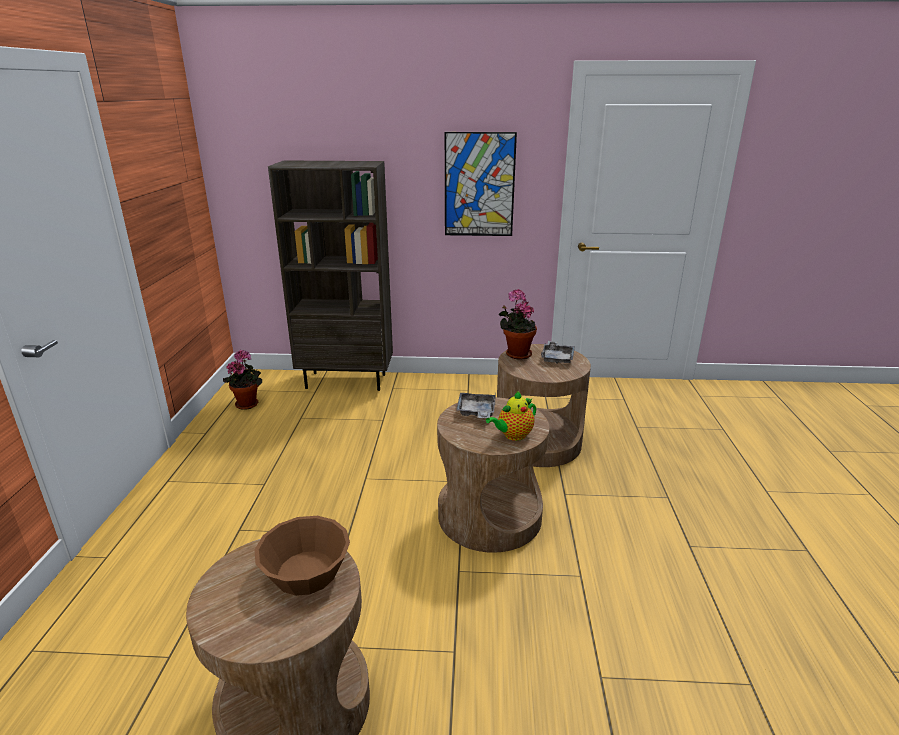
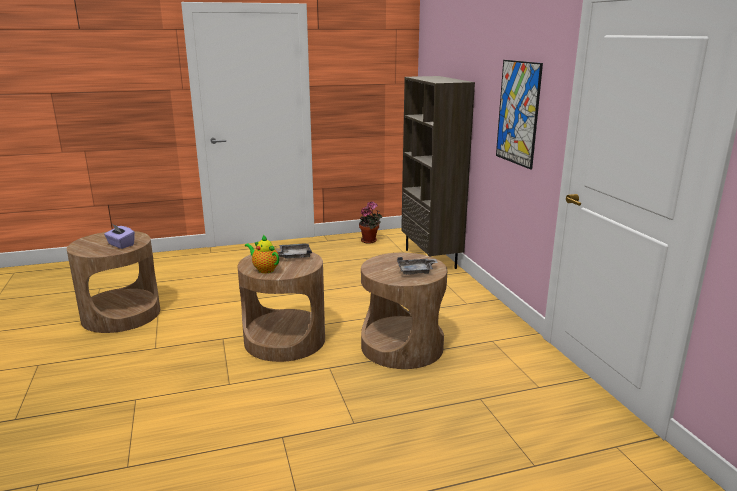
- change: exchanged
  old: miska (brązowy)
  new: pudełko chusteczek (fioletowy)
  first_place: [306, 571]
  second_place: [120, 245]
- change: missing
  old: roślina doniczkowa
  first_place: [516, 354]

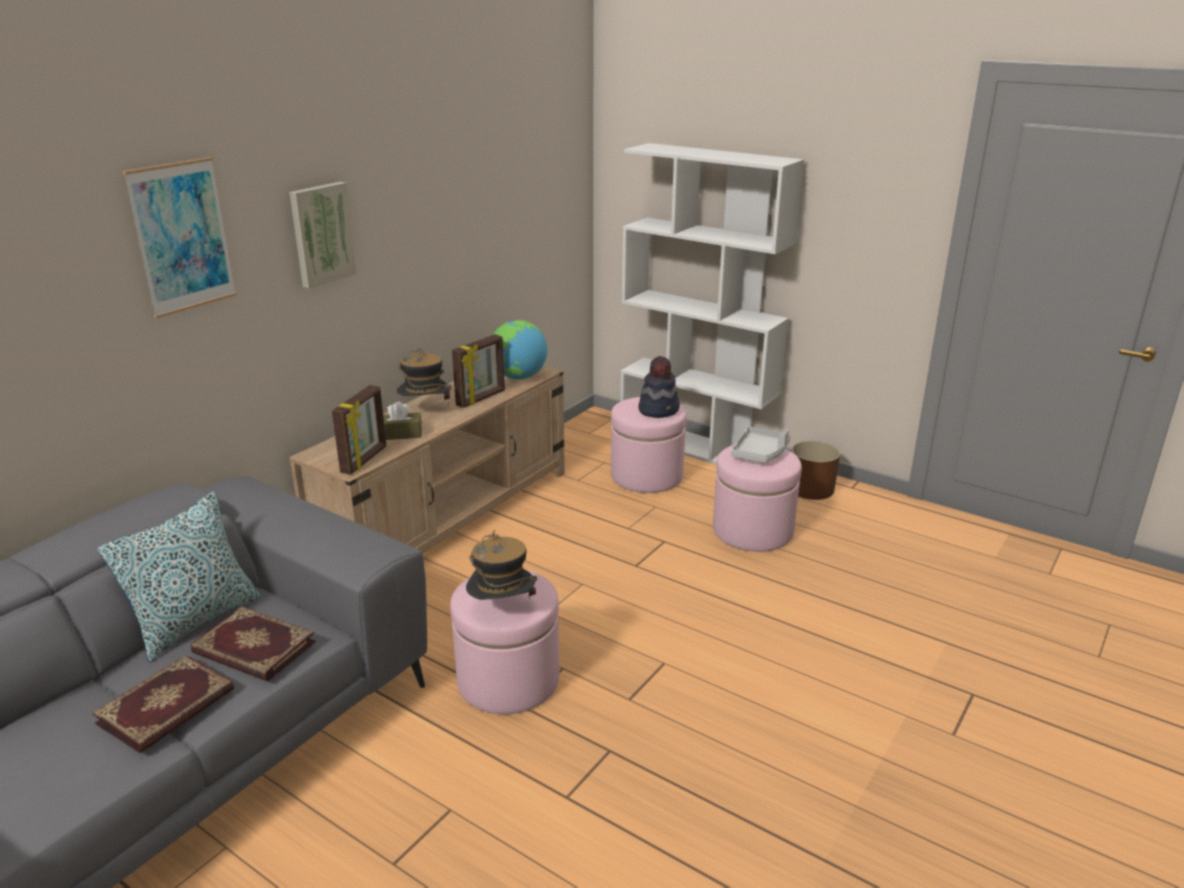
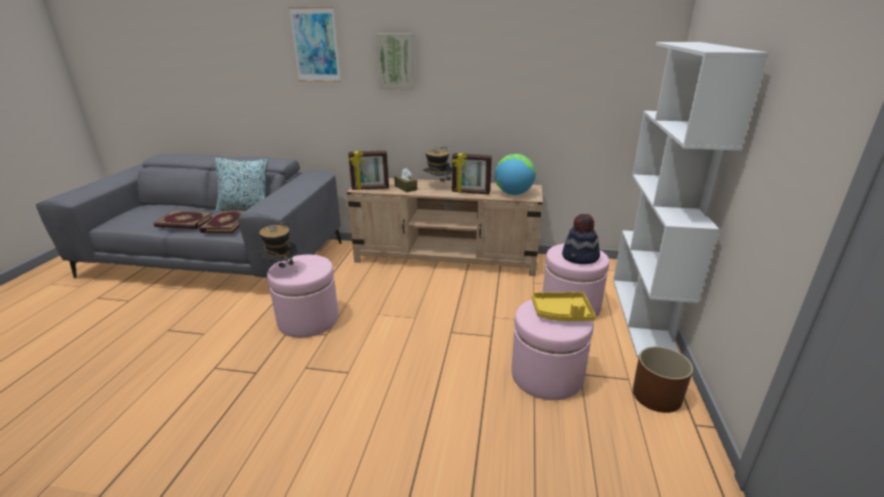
- change: colour
  old: taca (szary)
  new: taca (żółty)
  first_place: [760, 453]
  second_place: [562, 313]

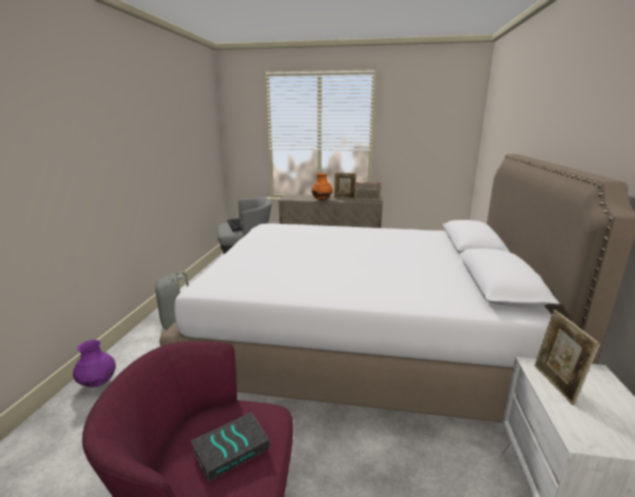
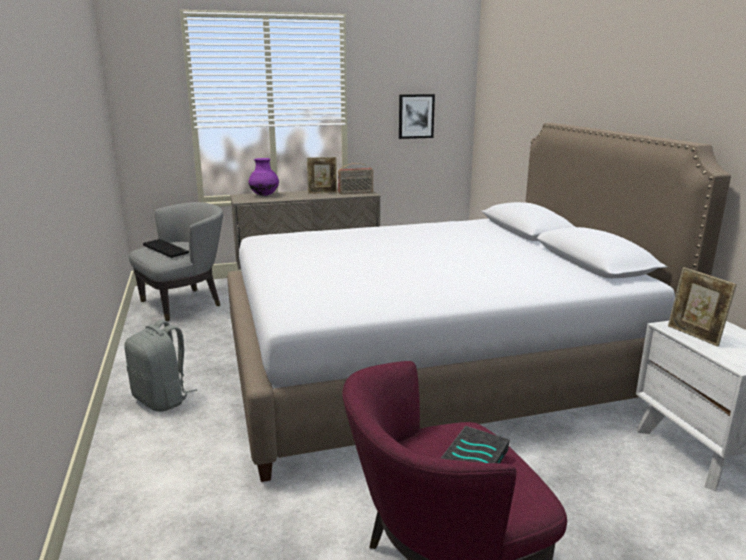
- change: relocated
  old: wazon (fioletowy)
  first_place: [98, 383]
  second_place: [264, 195]
- change: missing
  old: wazon (pomarańczowy)
  first_place: [321, 199]
- change: appeared
  new: obraz
  second_place: [416, 116]

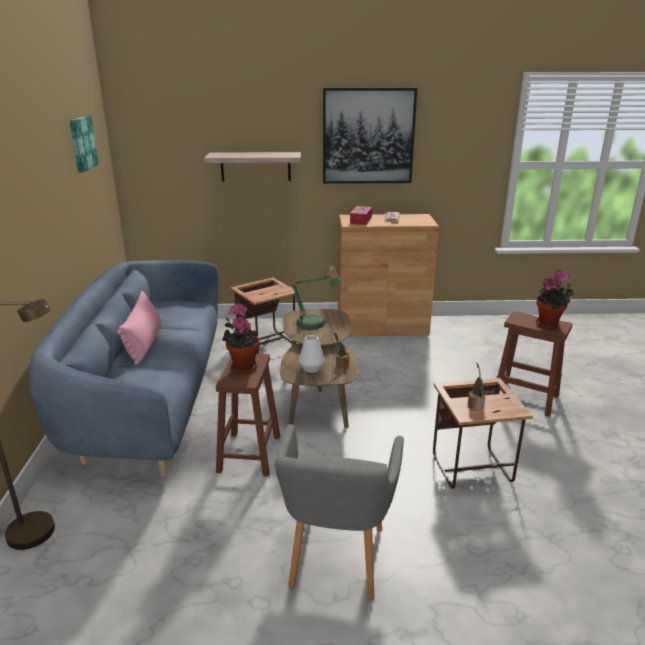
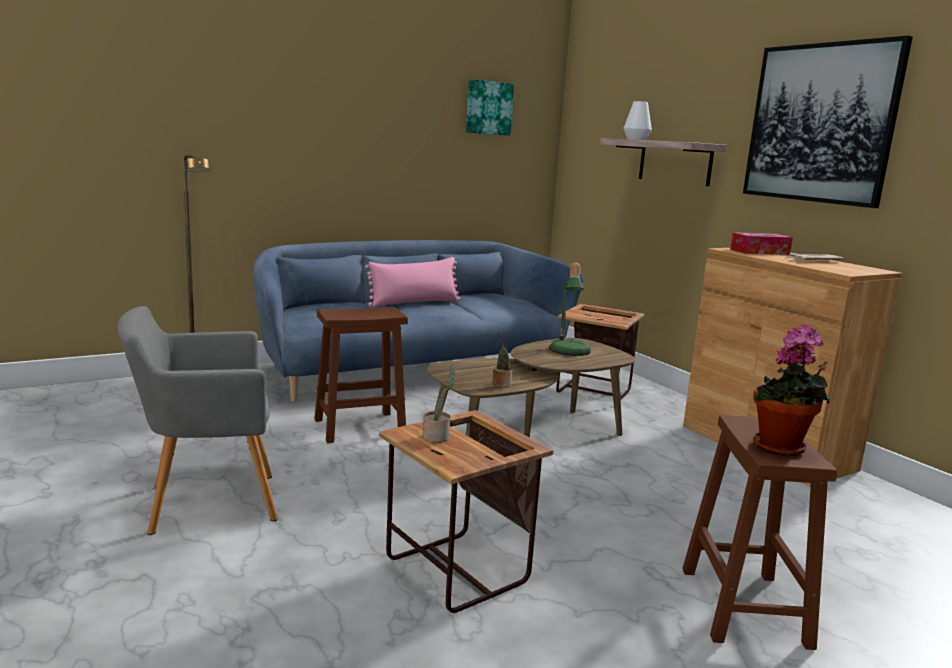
- change: missing
  old: roślina doniczkowa
  first_place: [242, 366]
- change: relocated
  old: wazon (biały)
  first_place: [312, 368]
  second_place: [636, 139]

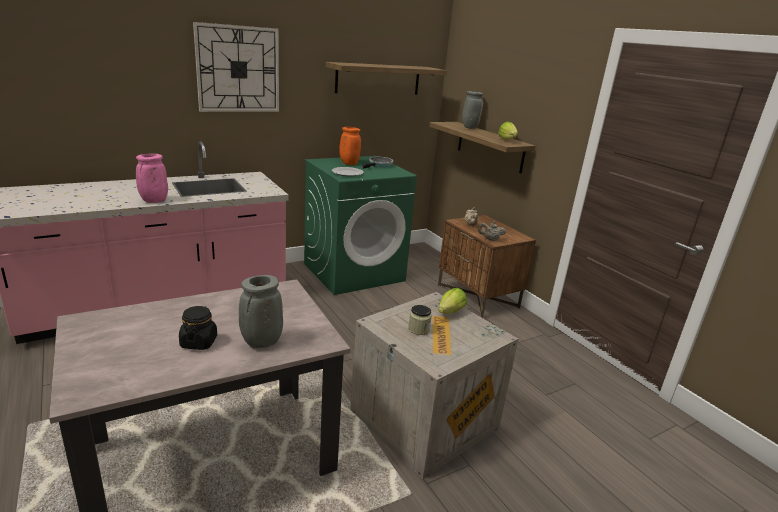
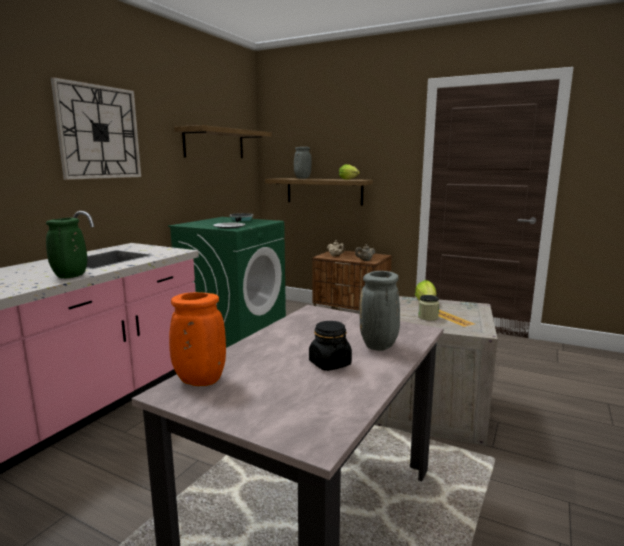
- change: colour
  old: wazon (różowy)
  new: wazon (zielony)
  first_place: [153, 201]
  second_place: [70, 276]
- change: relocated
  old: wazon (pomarańczowy)
  first_place: [348, 163]
  second_place: [198, 381]

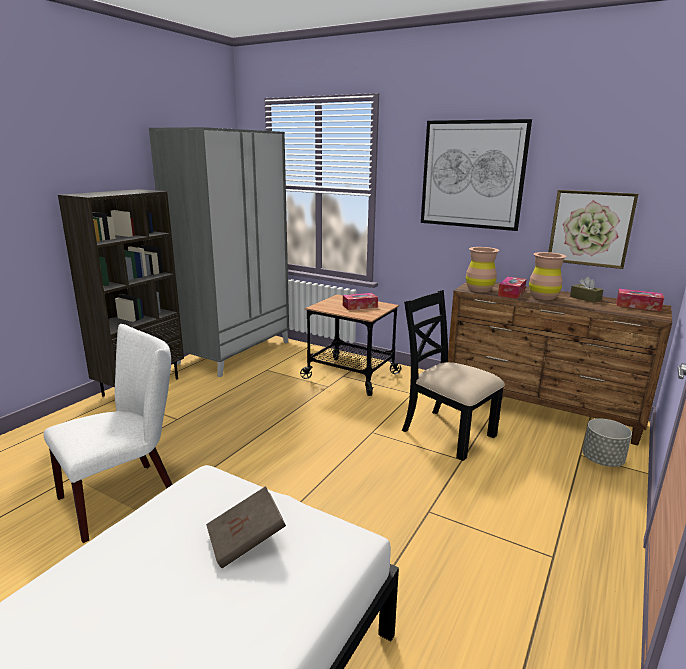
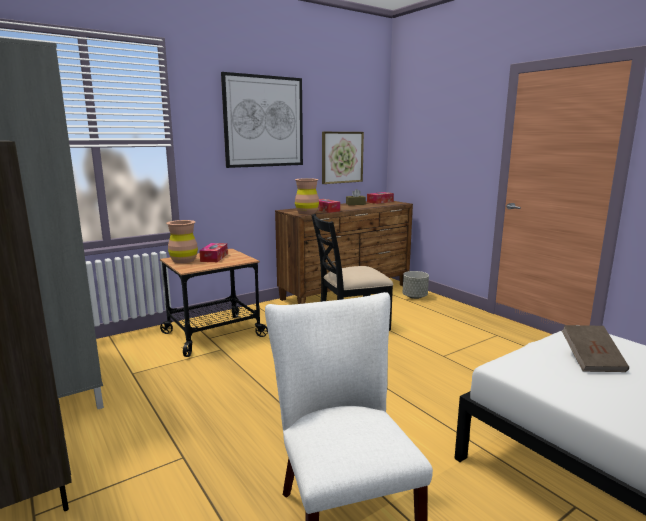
- change: relocated
  old: wazon (brązowy)
  first_place: [543, 297]
  second_place: [184, 260]

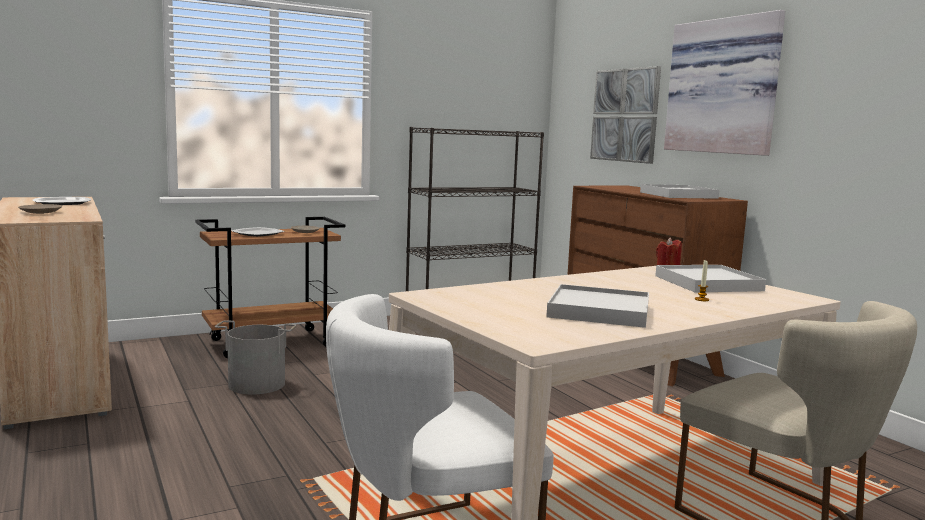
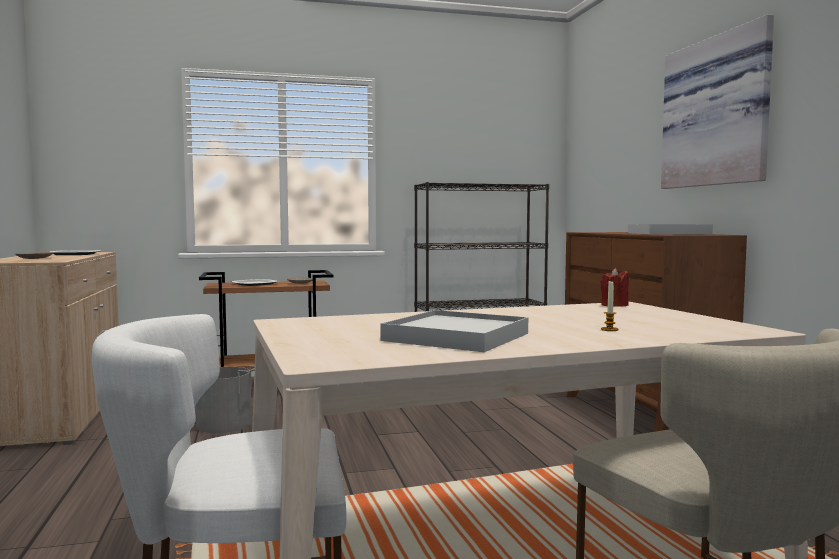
- change: missing
  old: obraz
  first_place: [625, 115]
- change: missing
  old: taca (biały)
  first_place: [707, 283]

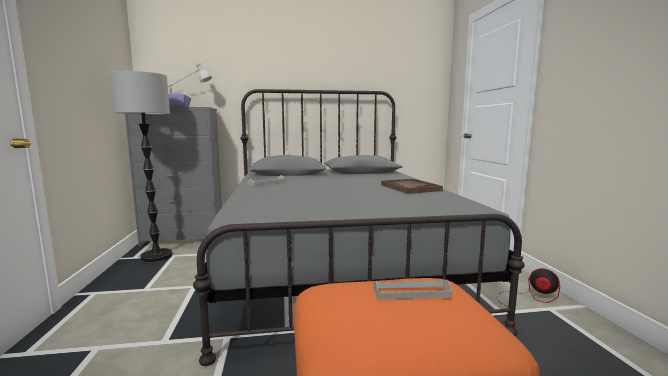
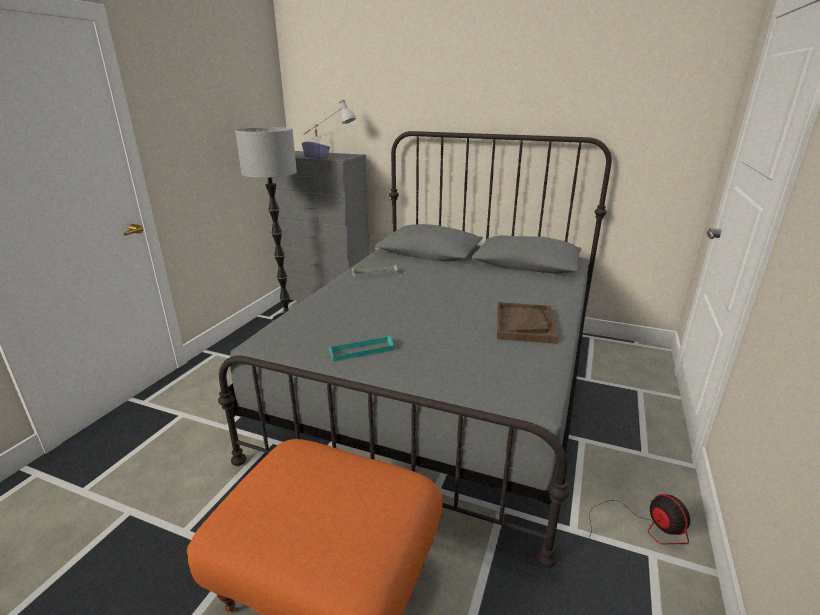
- change: missing
  old: taca (szary)
  first_place: [411, 292]
- change: appeared
  new: taca (turkusowy)
  second_place: [361, 351]

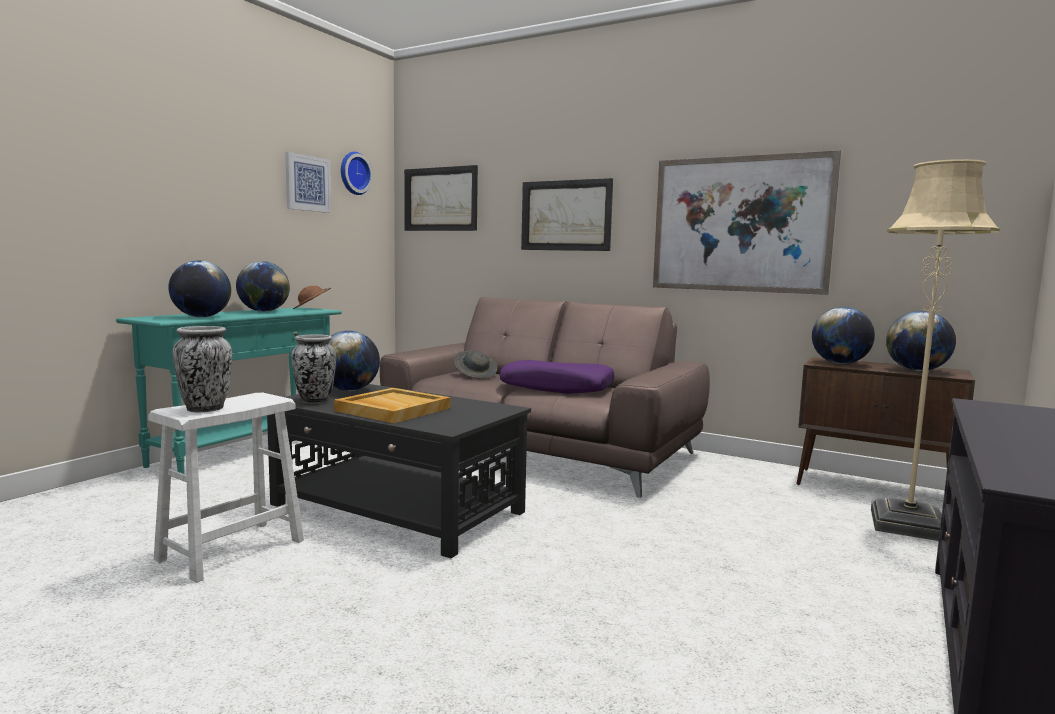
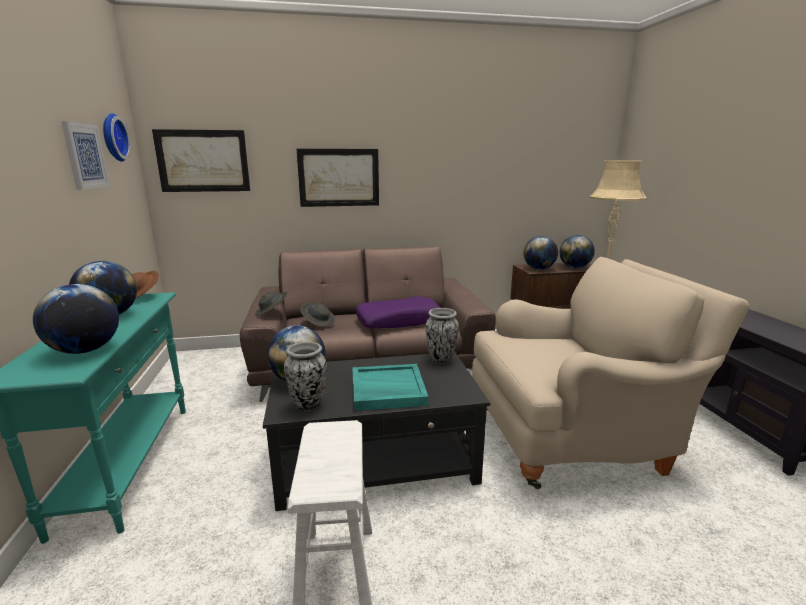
- change: relocated
  old: wazon
  first_place: [205, 409]
  second_place: [440, 360]
- change: colour
  old: taca (beżowy)
  new: taca (turkusowy)
  first_place: [392, 409]
  second_place: [387, 390]
- change: missing
  old: obraz
  first_place: [740, 224]
- change: appeared
  new: kapelusz (szary)
  second_place: [272, 312]
- change: appeared
  new: fotel (beżowy)
  second_place: [574, 437]

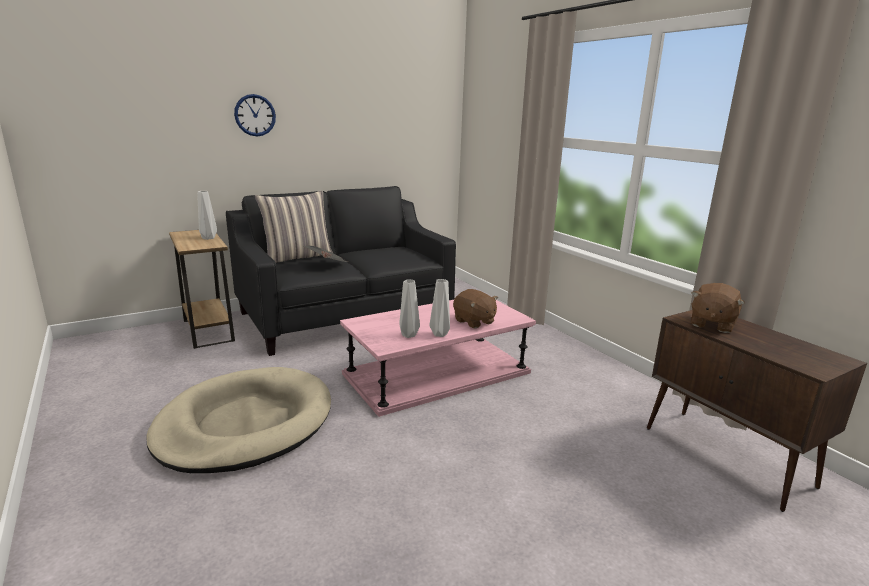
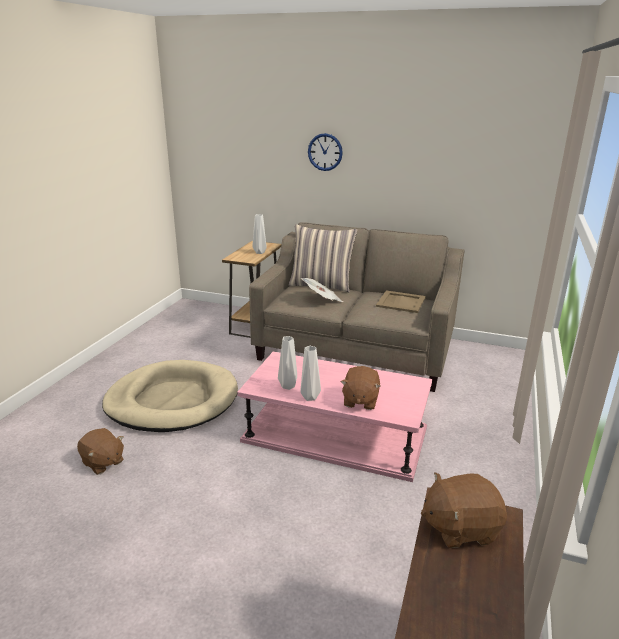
- change: colour
  old: kanapa (czarny)
  new: kanapa (beżowy)
  first_place: [345, 316]
  second_place: [356, 350]
- change: appeared
  new: pluszak (brązowy)
  second_place: [102, 462]
- change: appeared
  new: taca (beżowy)
  second_place: [400, 302]

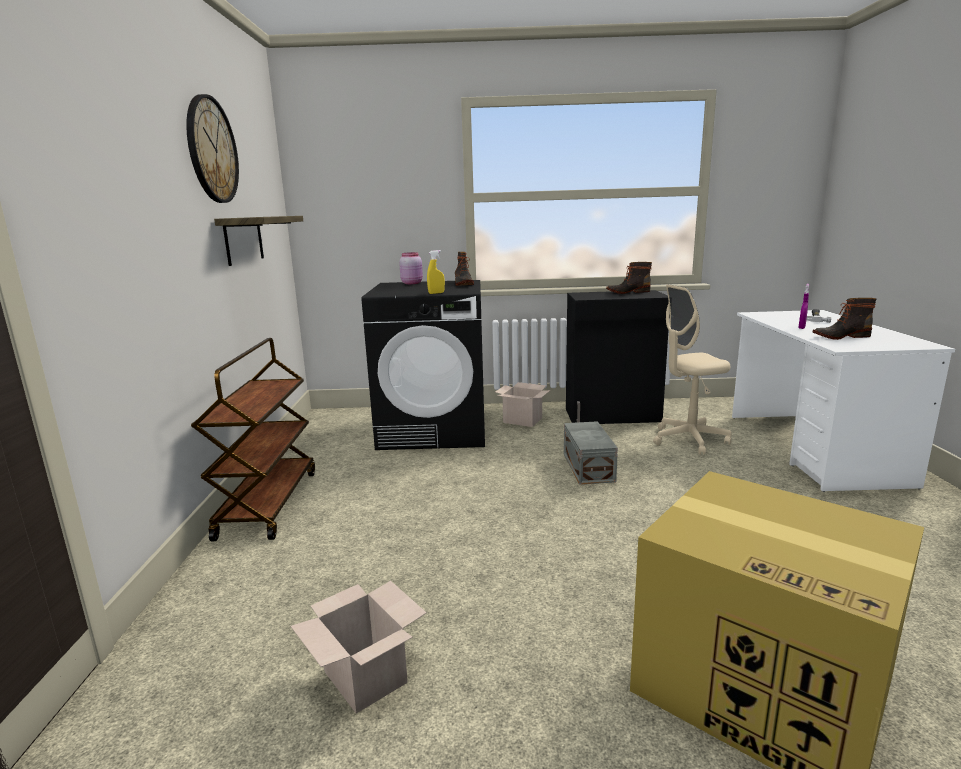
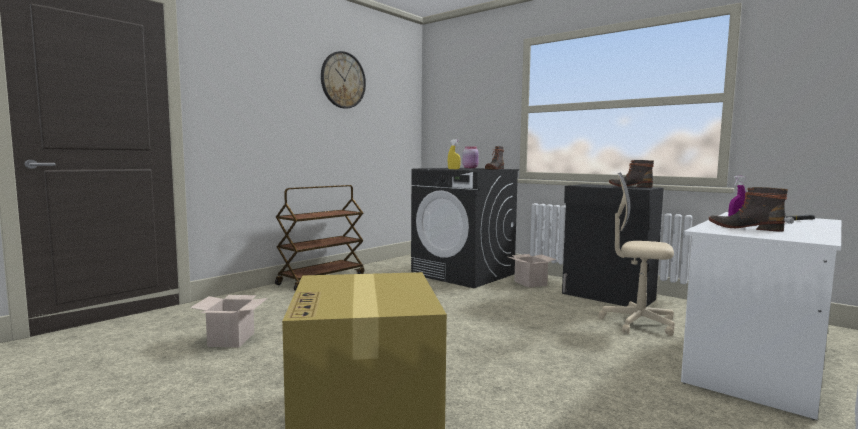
- change: missing
  old: półka
  first_place: [243, 240]
- change: missing
  old: pojemnik do przechowywania (szary)
  first_place: [589, 467]

